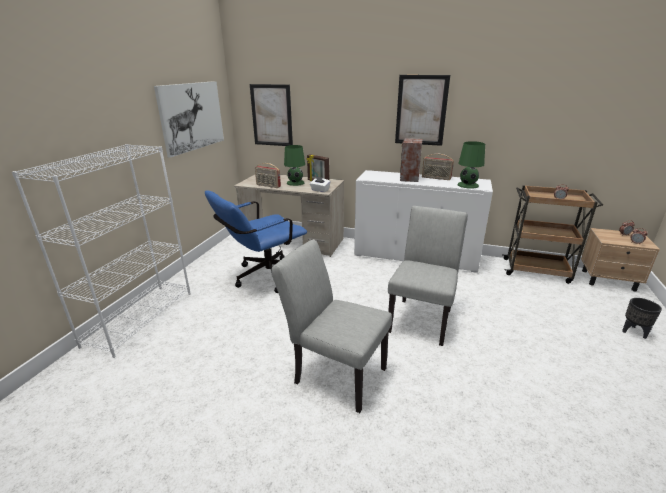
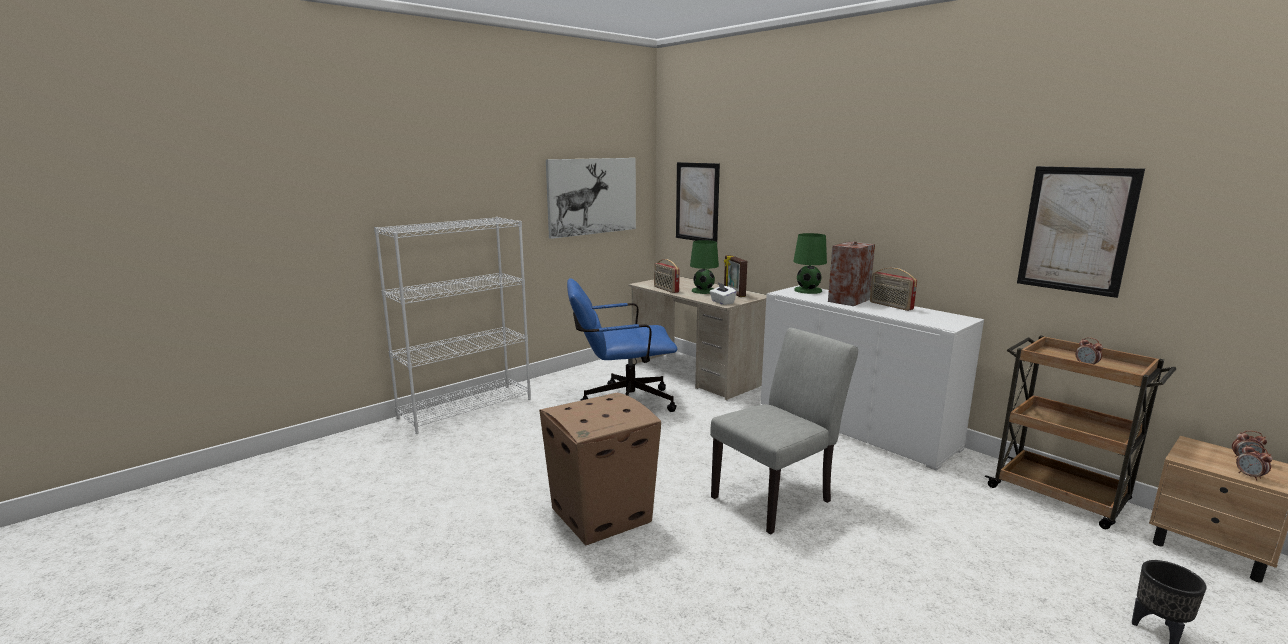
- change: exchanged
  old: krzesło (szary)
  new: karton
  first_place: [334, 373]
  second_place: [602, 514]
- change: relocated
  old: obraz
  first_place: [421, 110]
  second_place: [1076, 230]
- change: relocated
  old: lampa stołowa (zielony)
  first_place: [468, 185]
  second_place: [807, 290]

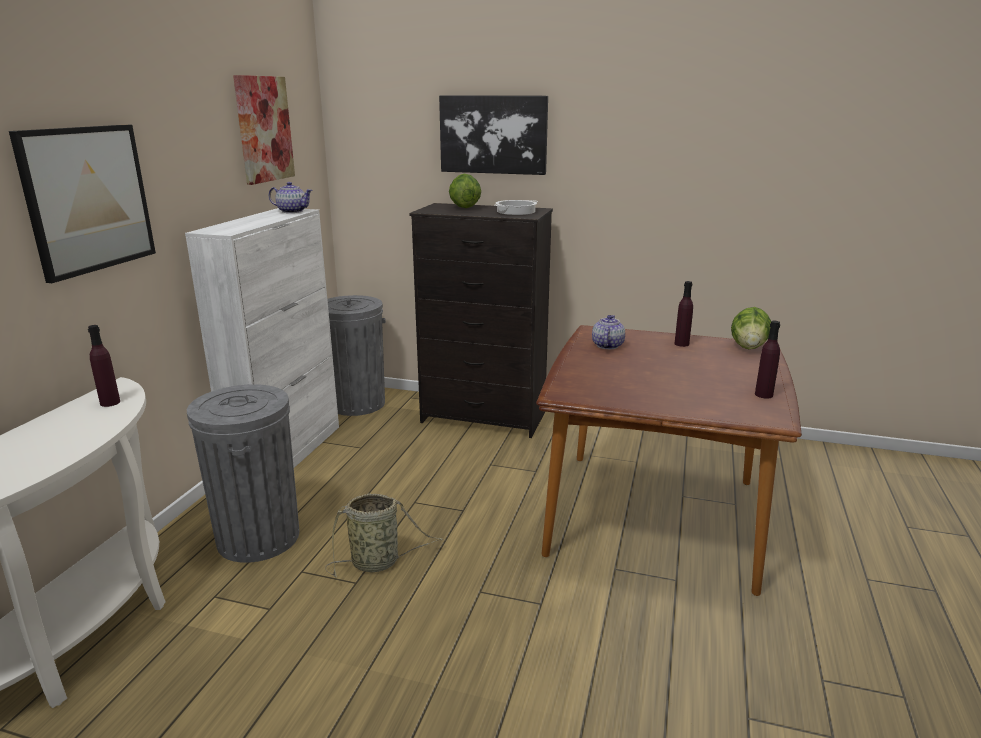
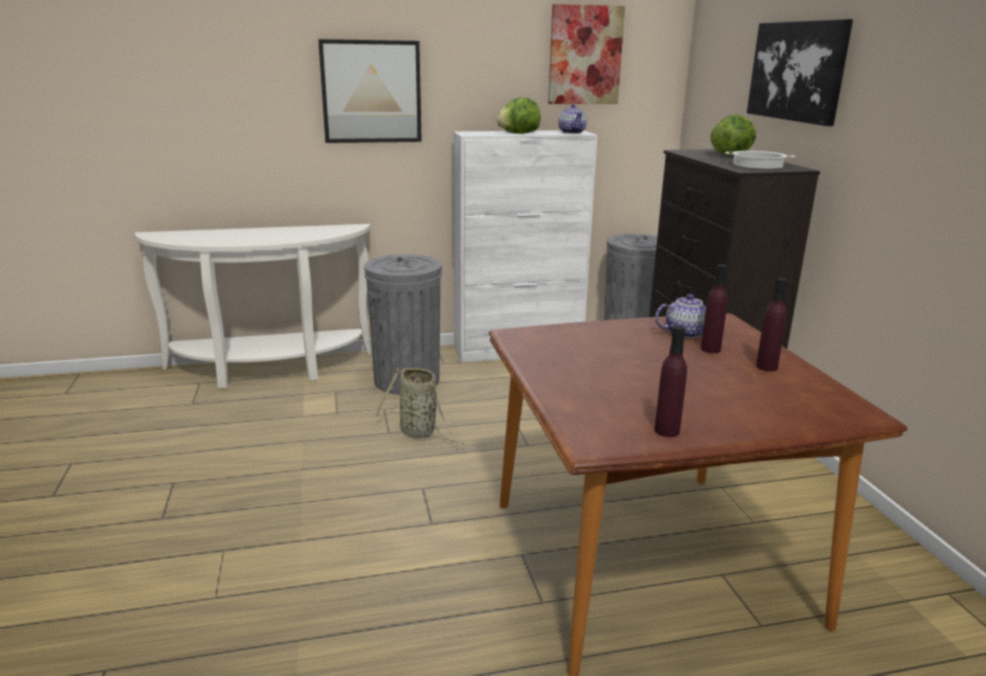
- change: relocated
  old: butelka (fioletowy)
  first_place: [110, 402]
  second_place: [710, 349]
- change: relocated
  old: sałata
  first_place: [749, 347]
  second_place: [518, 133]

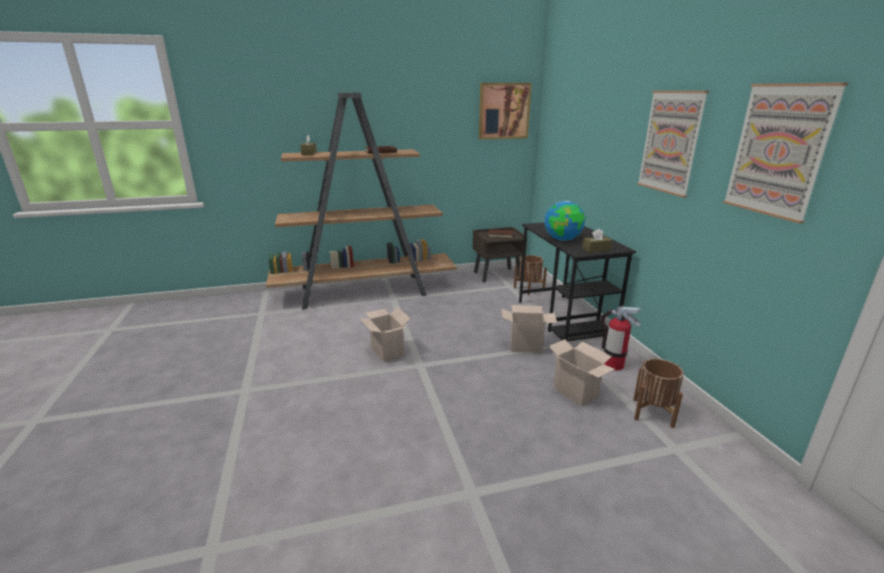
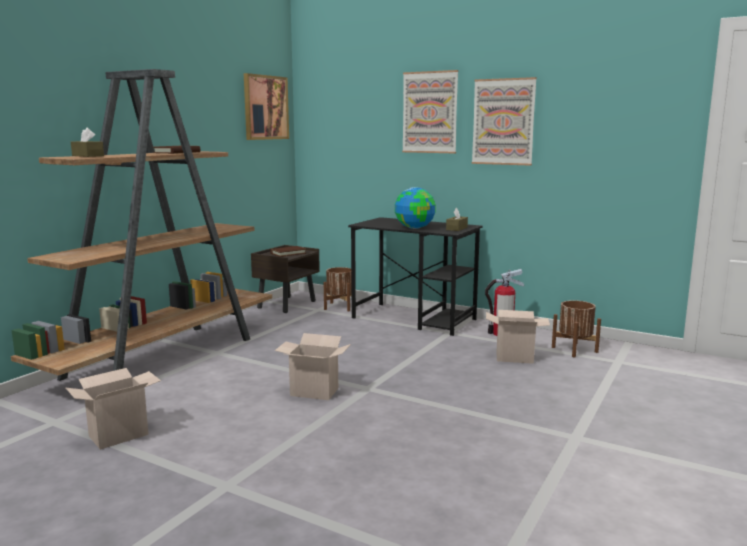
- change: relocated
  old: karton
  first_place: [526, 346]
  second_place: [120, 434]
- change: relocated
  old: obraz
  first_place: [778, 151]
  second_place: [430, 112]

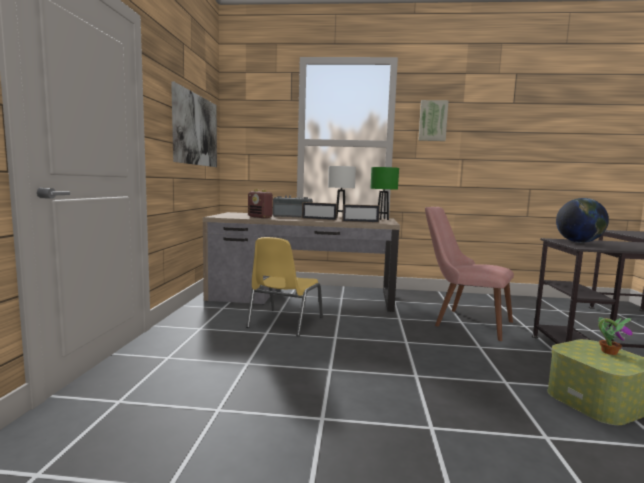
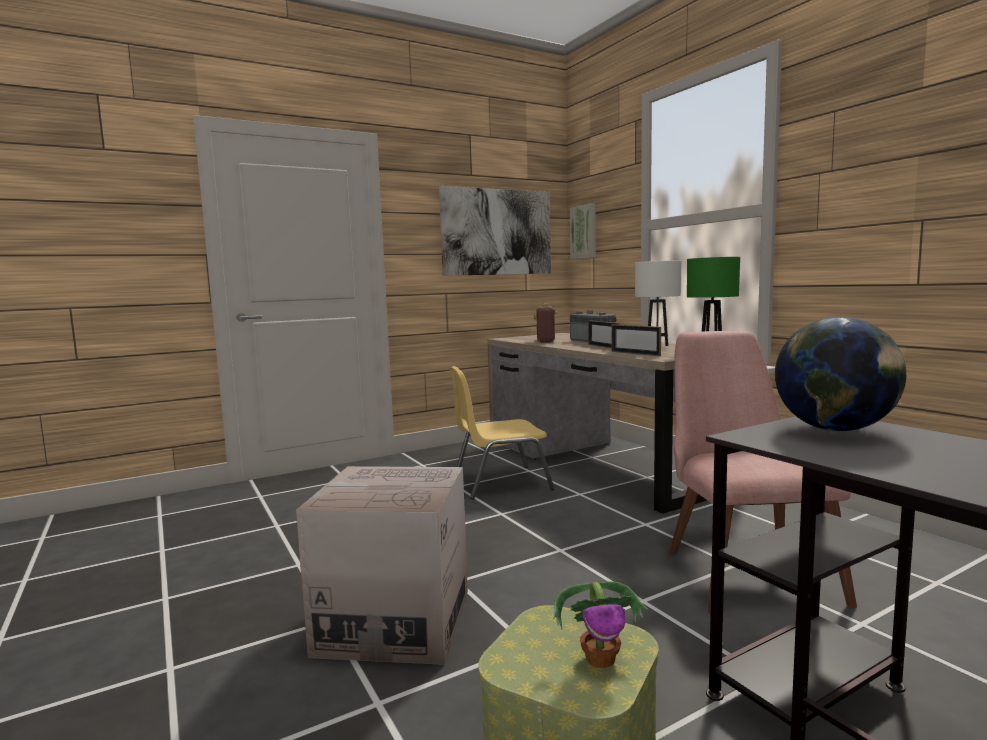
- change: relocated
  old: obraz
  first_place: [432, 121]
  second_place: [584, 232]
- change: appeared
  new: karton
  second_place: [395, 621]

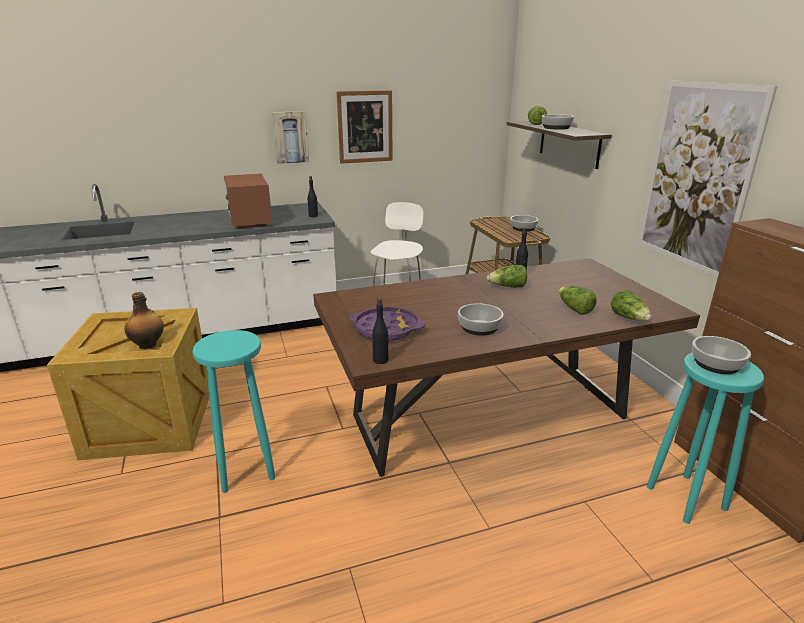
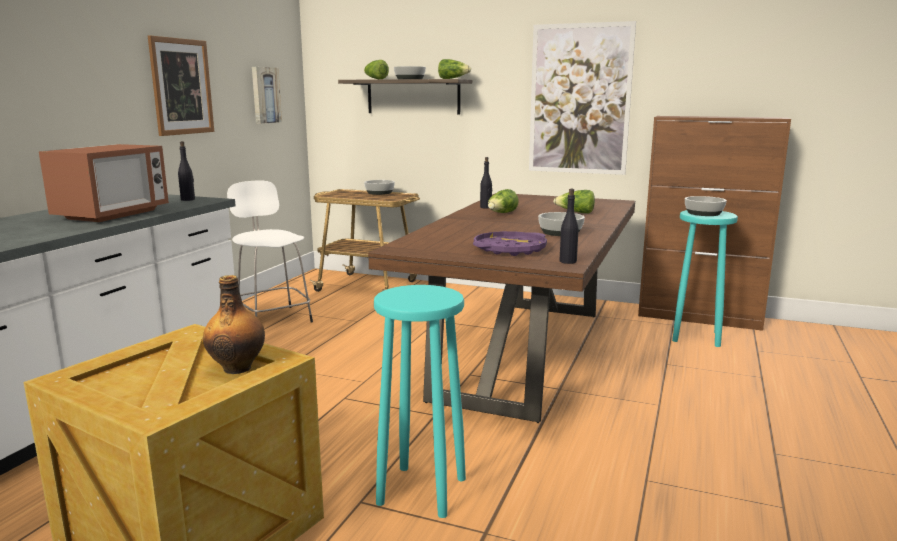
- change: spun
  old: mikrofalówka
  first_place: [250, 221]
  second_place: [113, 214]
  degrees: -90
- change: relocated
  old: obraz
  first_place: [290, 137]
  second_place: [265, 95]
- change: relocated
  old: sałata
  first_place: [629, 318]
  second_place: [453, 79]

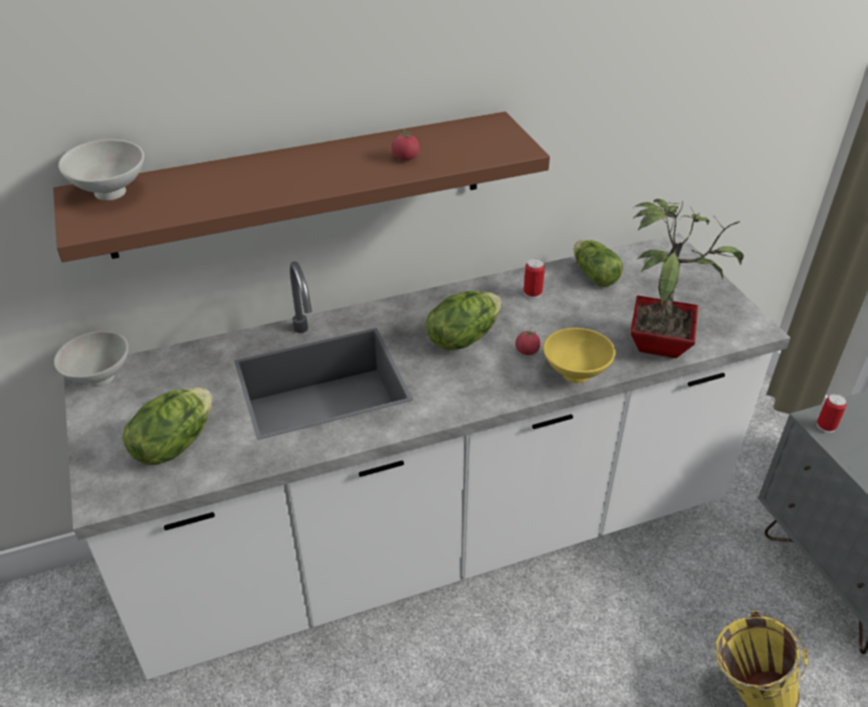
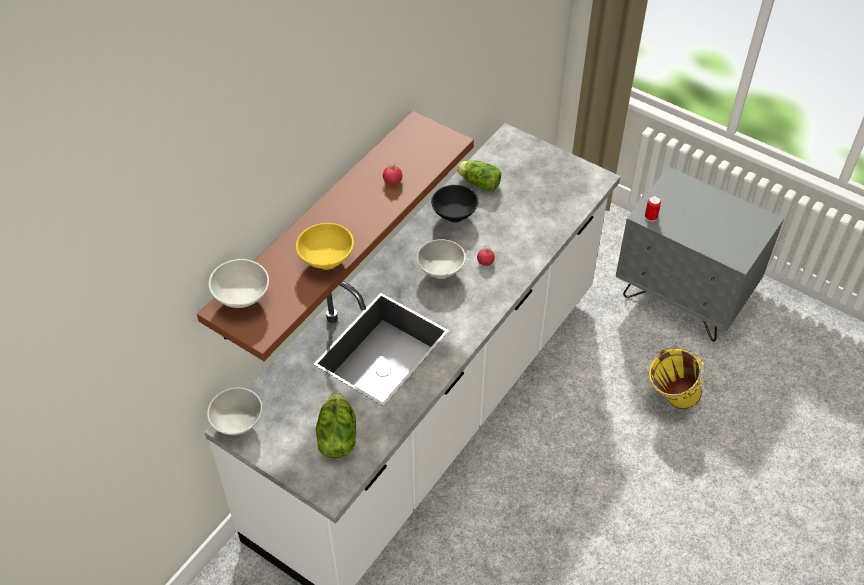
- change: exchanged
  old: sałata
  new: miska (biały)
  first_place: [462, 337]
  second_place: [439, 272]
- change: exchanged
  old: puszka
  new: miska (czarny)
  first_place: [532, 293]
  second_place: [453, 216]
- change: relocated
  old: miska (żółty)
  first_place: [573, 374]
  second_place: [325, 262]
- change: missing
  old: roślina doniczkowa
  first_place: [659, 342]

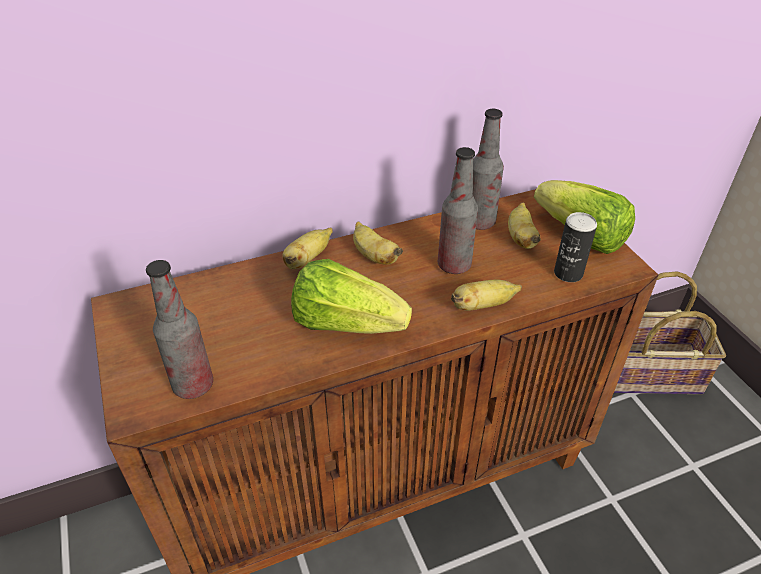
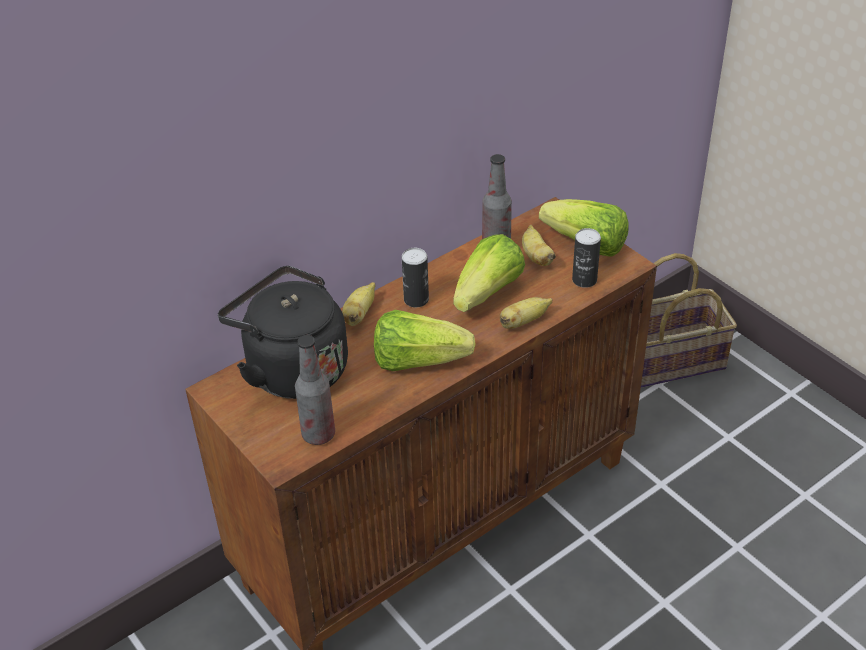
- change: exchanged
  old: banan
  new: puszka
  first_place: [374, 256]
  second_place: [416, 299]
- change: exchanged
  old: butelka
  new: sałata
  first_place: [454, 265]
  second_place: [488, 293]
- change: appeared
  new: czajnik (czarny)
  second_place: [292, 369]

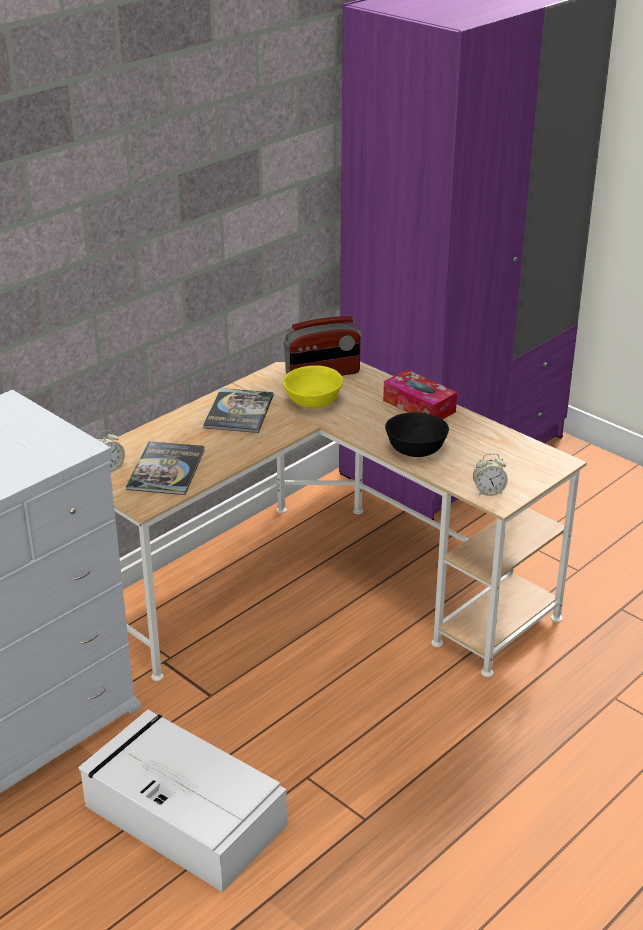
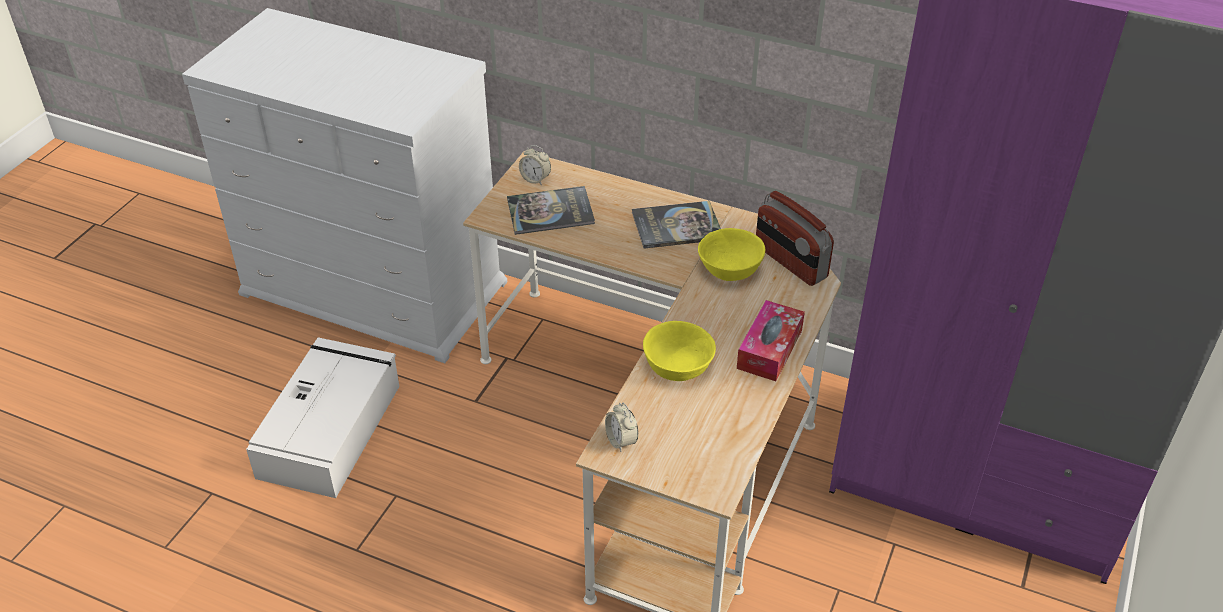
- change: colour
  old: miska (czarny)
  new: miska (żółty)
  first_place: [415, 449]
  second_place: [678, 366]

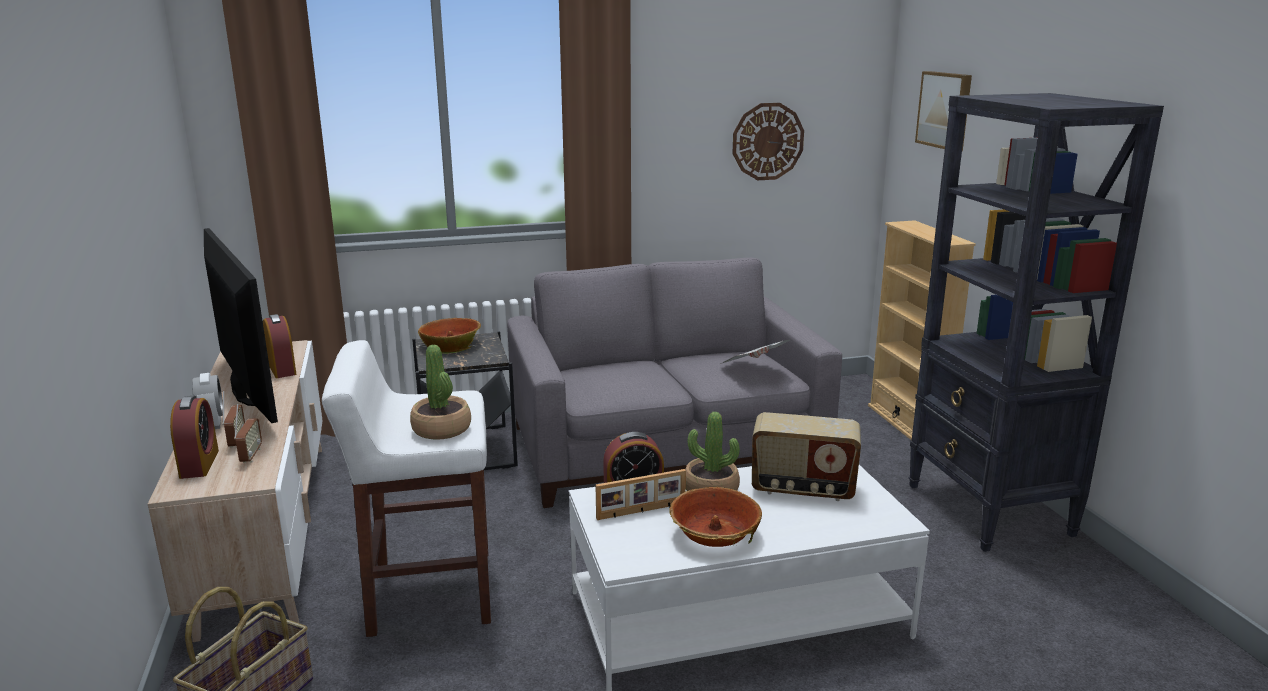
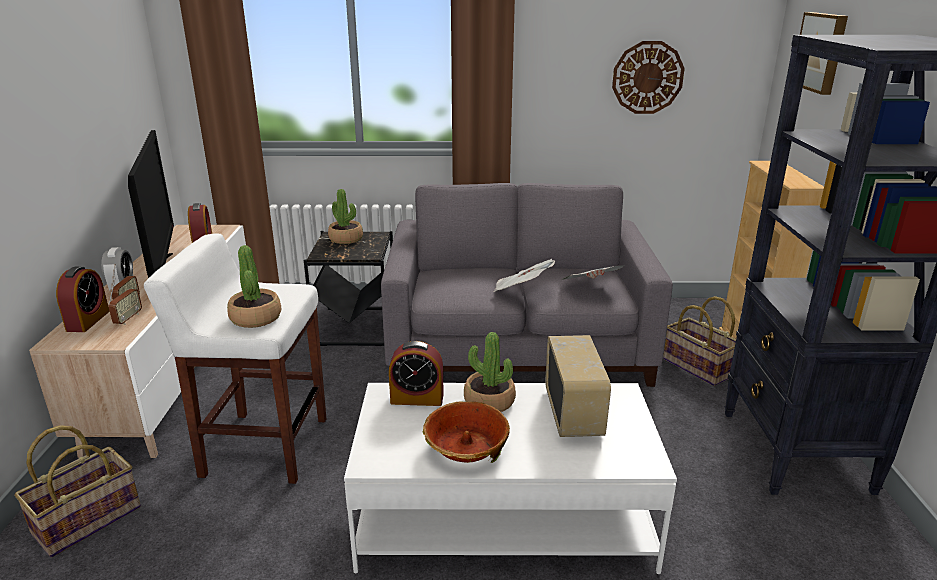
- change: exchanged
  old: miska
  new: roślina doniczkowa
  first_place: [451, 344]
  second_place: [346, 239]
- change: missing
  old: ramka na zdjęcie
  first_place: [641, 511]
- change: spun
  old: radio
  first_place: [802, 489]
  second_place: [574, 414]
  degrees: -120
- change: appeared
  new: gazeta
  second_place: [521, 290]
- change: appeared
  new: koszyk
  second_place: [697, 367]

